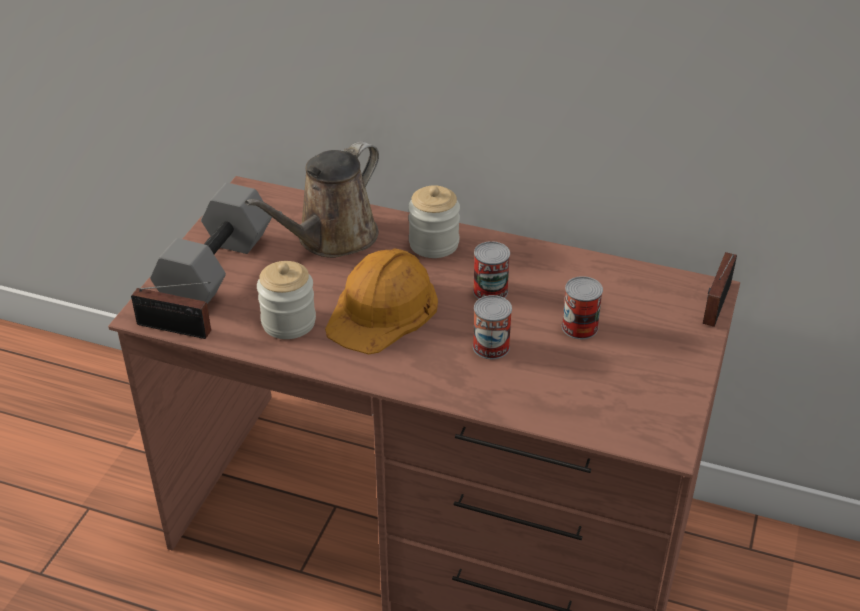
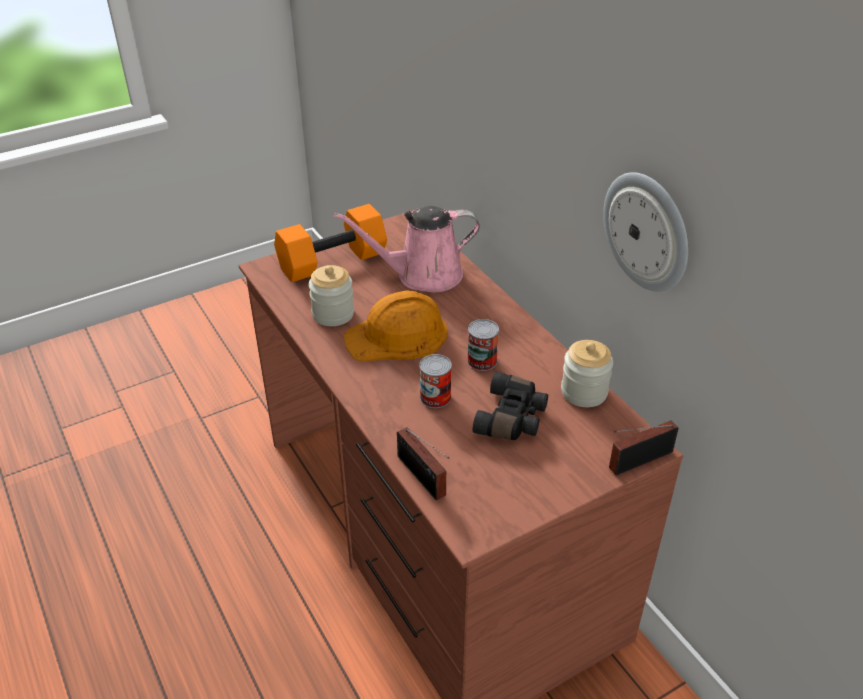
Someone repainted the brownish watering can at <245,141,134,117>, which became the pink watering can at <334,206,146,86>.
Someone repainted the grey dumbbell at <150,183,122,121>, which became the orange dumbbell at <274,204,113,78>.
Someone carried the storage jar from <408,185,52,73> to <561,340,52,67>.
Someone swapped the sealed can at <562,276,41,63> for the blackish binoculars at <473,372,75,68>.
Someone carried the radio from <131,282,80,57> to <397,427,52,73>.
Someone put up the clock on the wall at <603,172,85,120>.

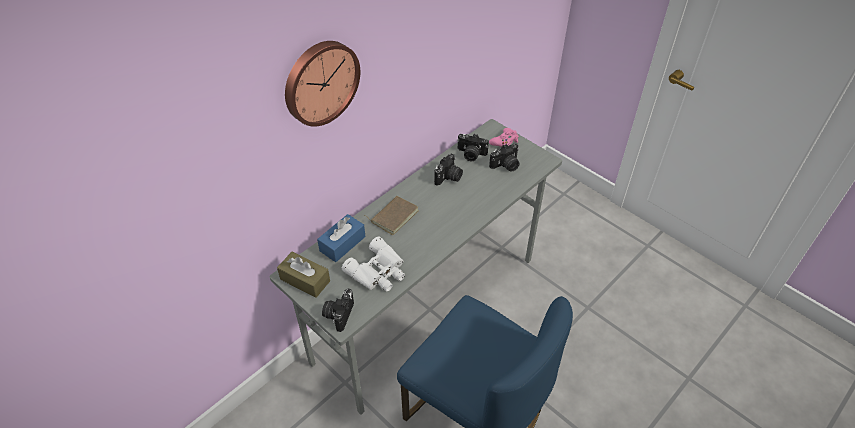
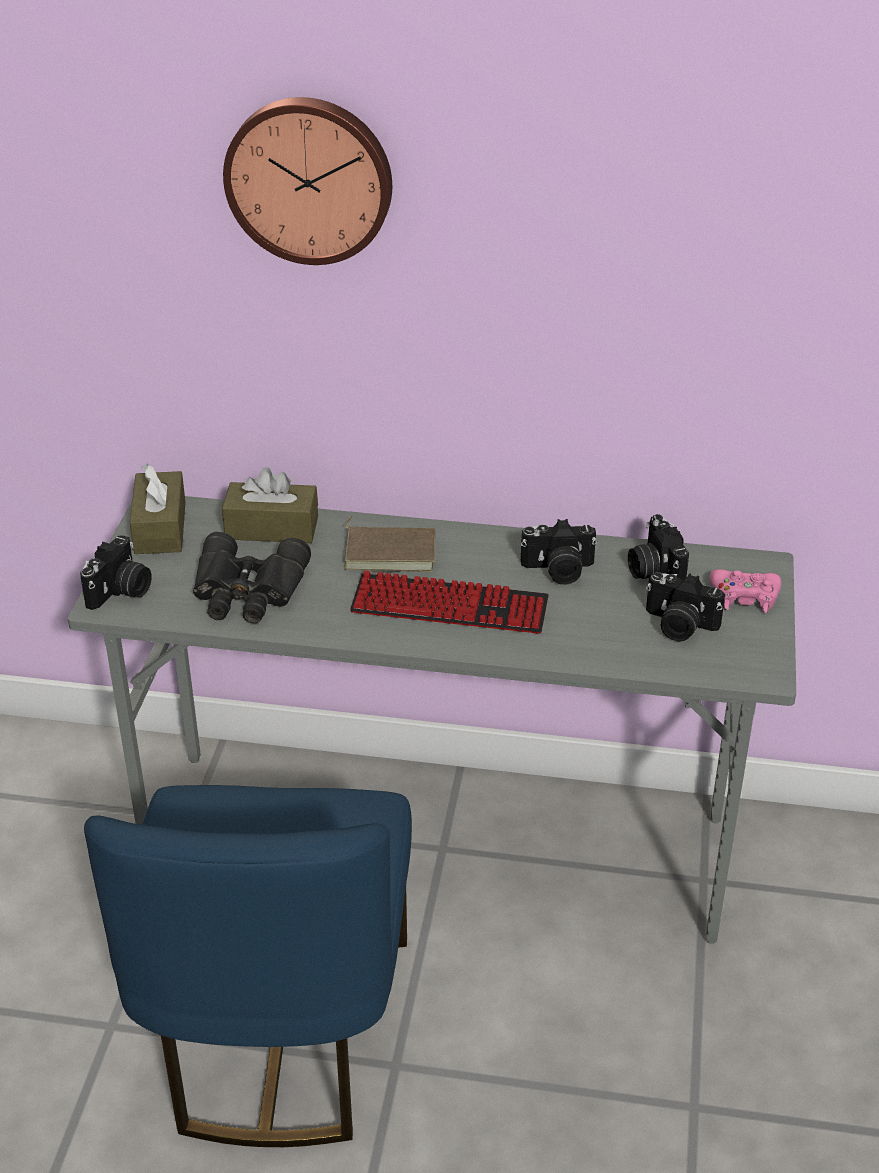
Someone repainted the blue-coloured tissue box at <317,214,48,48>, which became the brownish tissue box at <222,467,96,76>.
Someone repainted the whitish binoculars at <342,236,63,56>, which became the blackish binoculars at <193,532,118,91>.
Someone rotated the photo camera at <322,289,32,43> by 135 degrees clockwise.
Someone put down the computer keyboard at <350,571,199,63>.

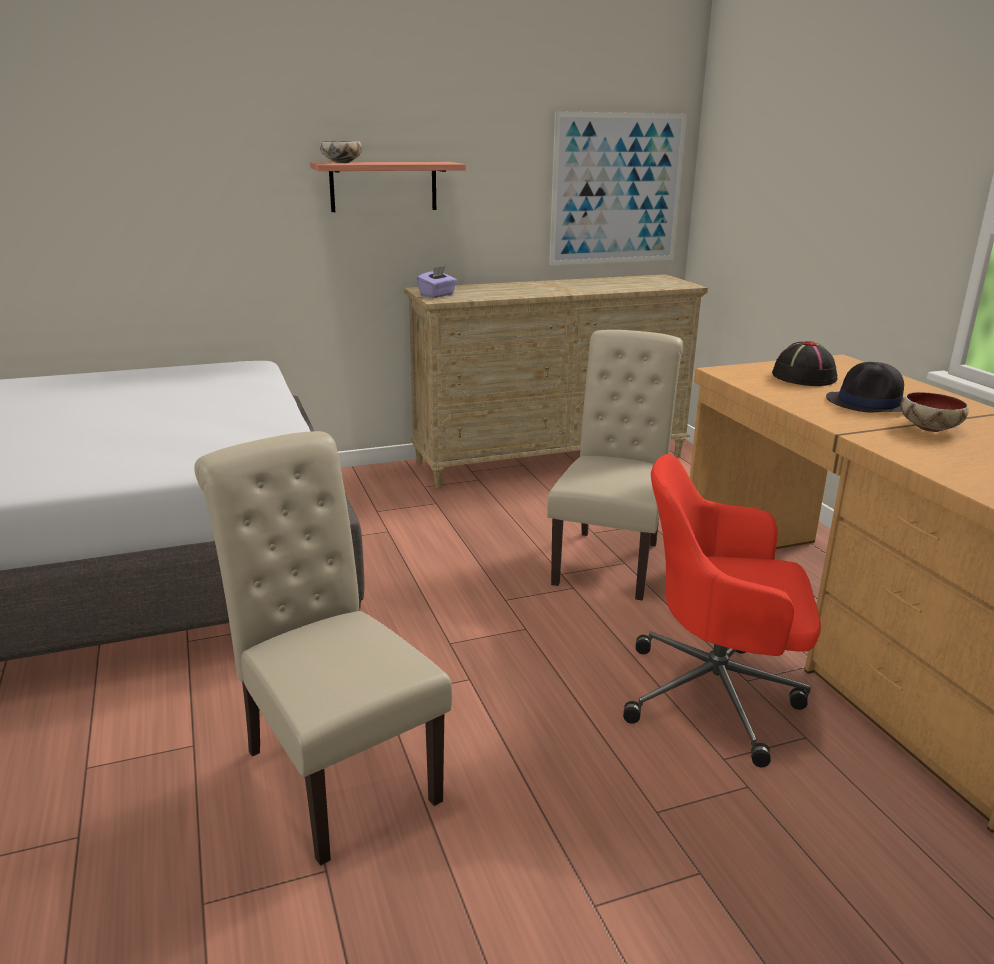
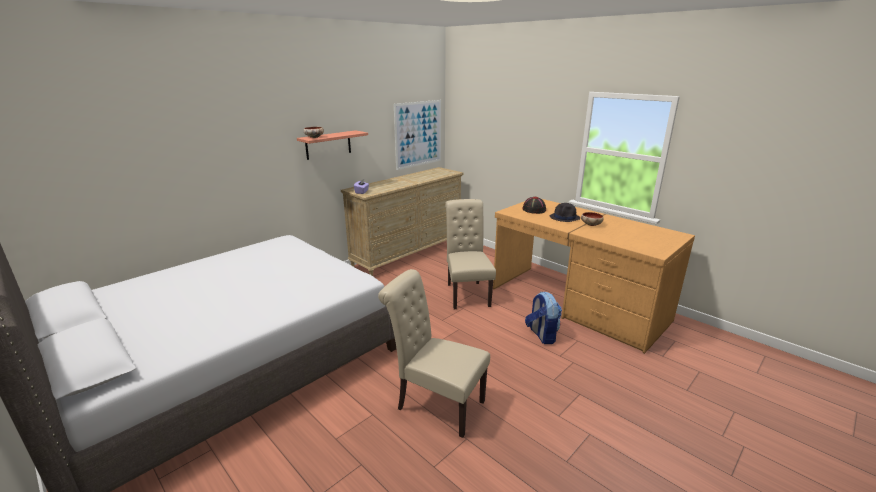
Someone swapped the red-coloured desk chair at <623,454,198,313> for the backpack at <525,292,37,52>.

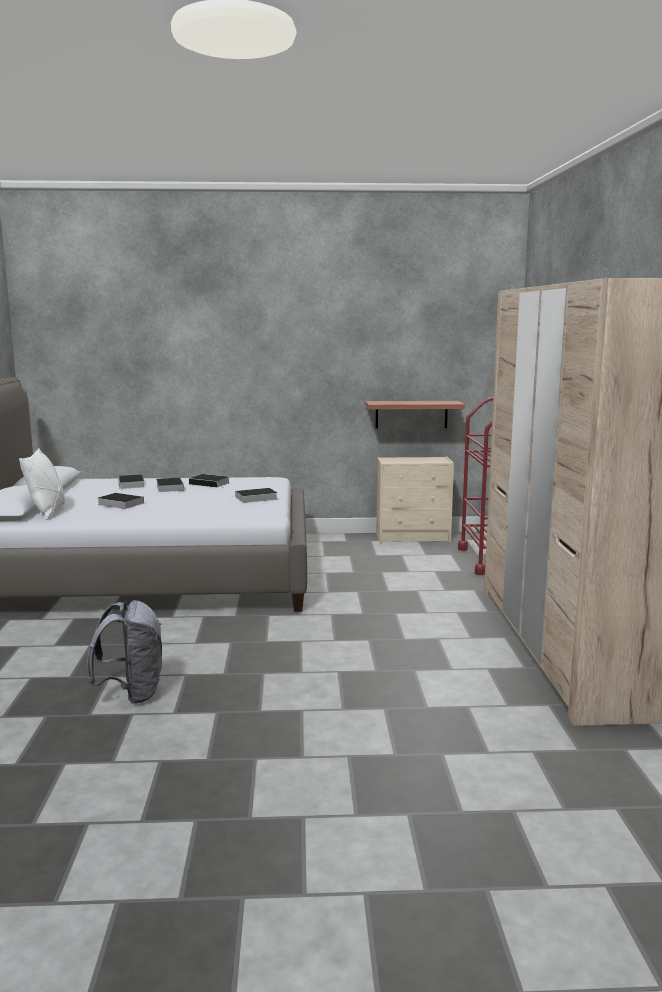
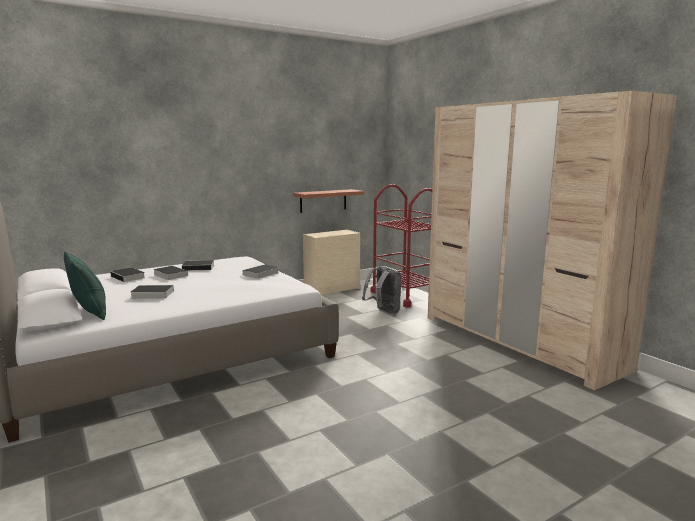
Someone repainted the whitish cushion at <19,448,46,72>, which became the green cushion at <64,251,42,69>.
Someone carried the grey backpack from <87,600,75,104> to <362,266,40,48>.

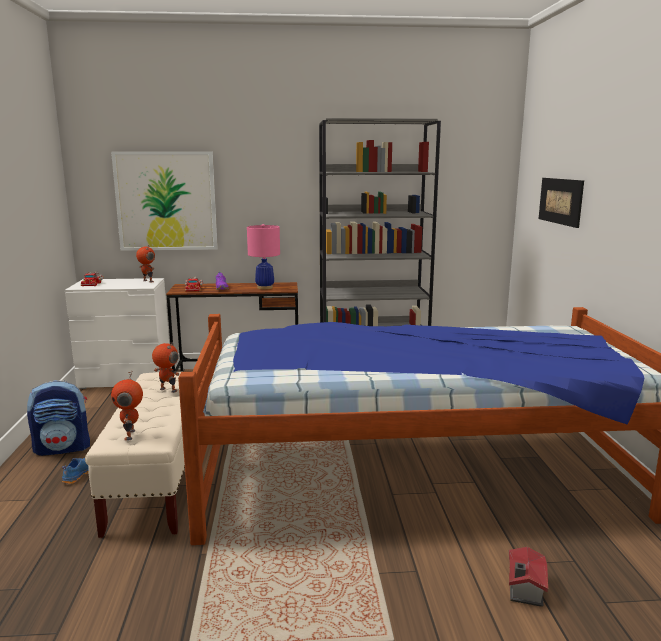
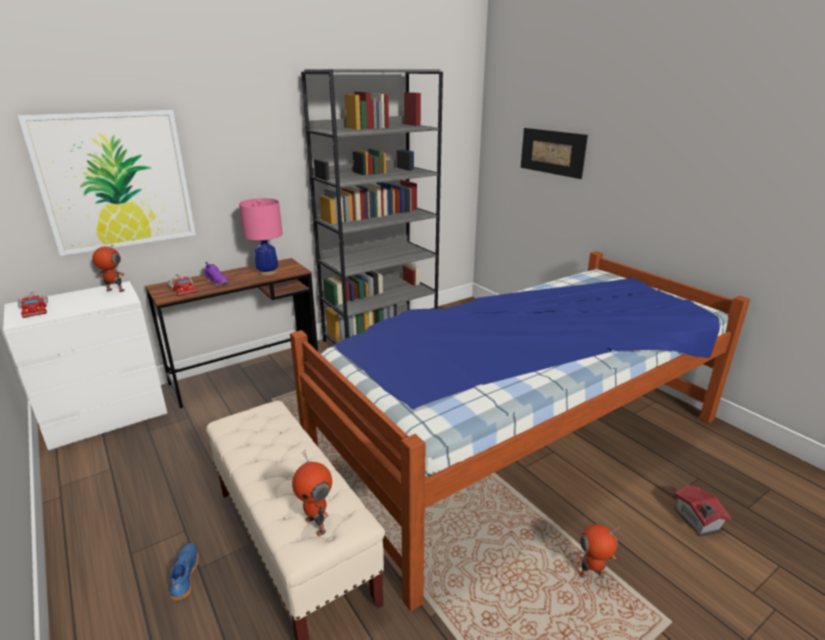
Someone carried the model robot from <152,343,27,50> to <575,524,46,54>.
Someone took away the backpack at <27,380,63,76>.

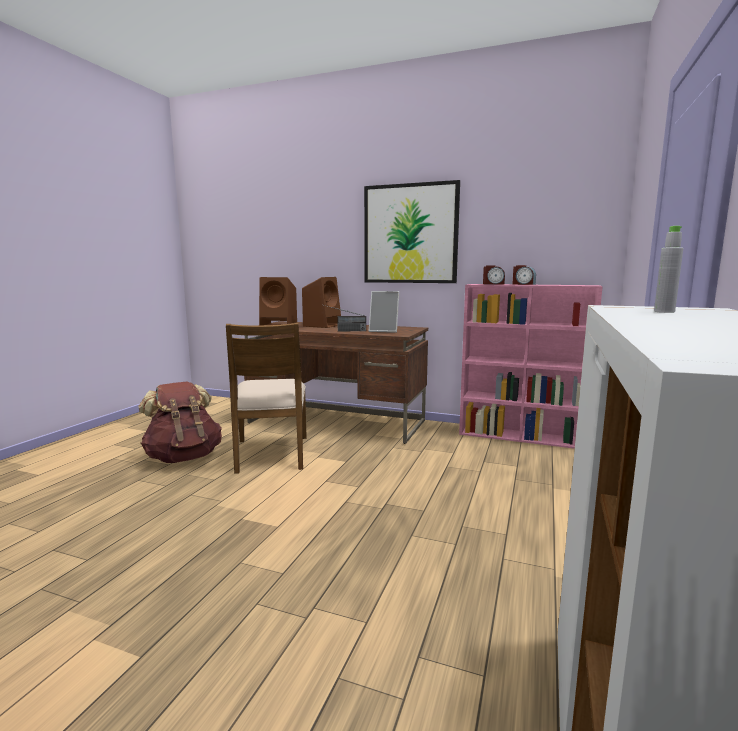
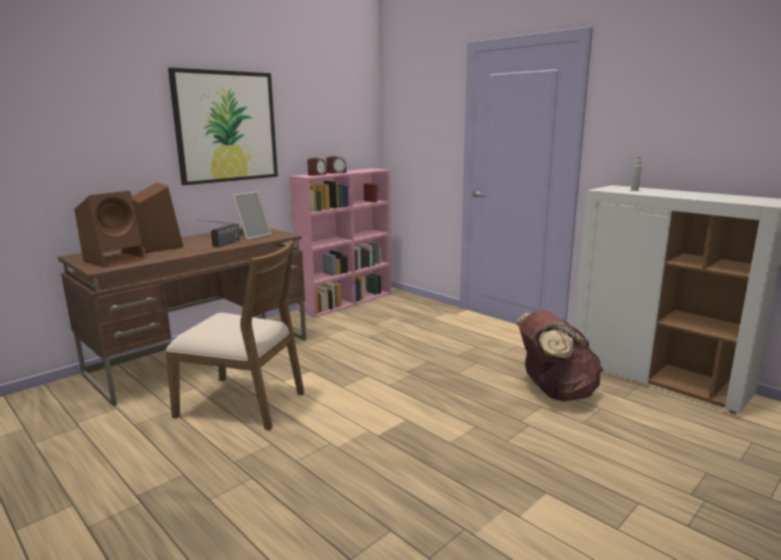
Someone carried the brownish backpack from <139,382,83,81> to <516,310,87,92>.

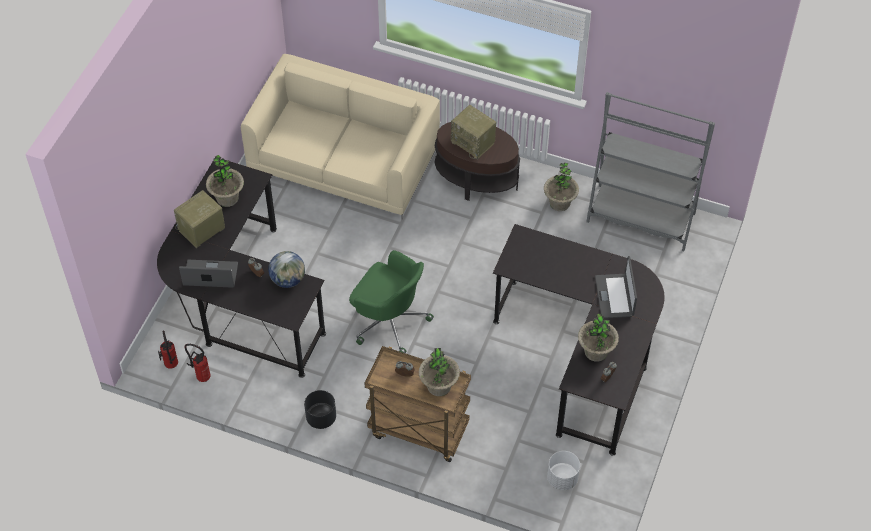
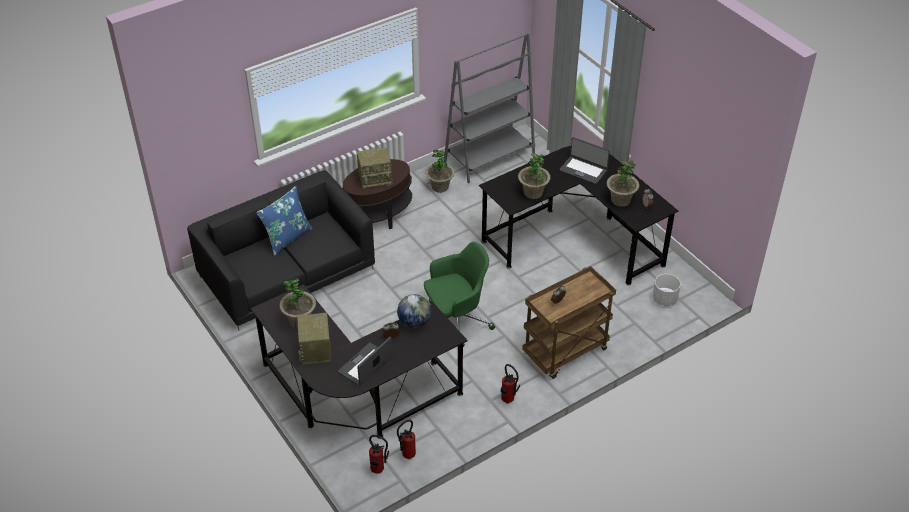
Someone repainted the sand-coloured couch at <241,54,199,165>, which became the blackish couch at <187,170,188,161>.
Someone carried the potted plant from <419,348,41,48> to <518,152,33,47>.
Someone swapped the blackish planter at <304,390,32,39> for the extinguisher at <501,364,19,39>.
Someone put down the blue-coloured cushion at <256,186,57,70>.

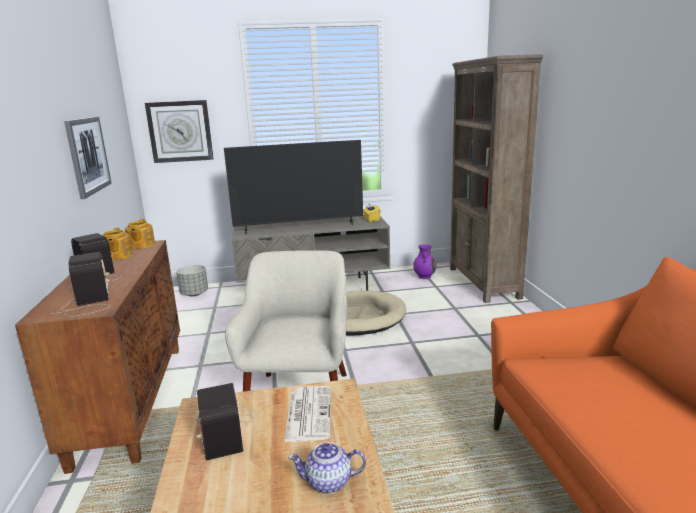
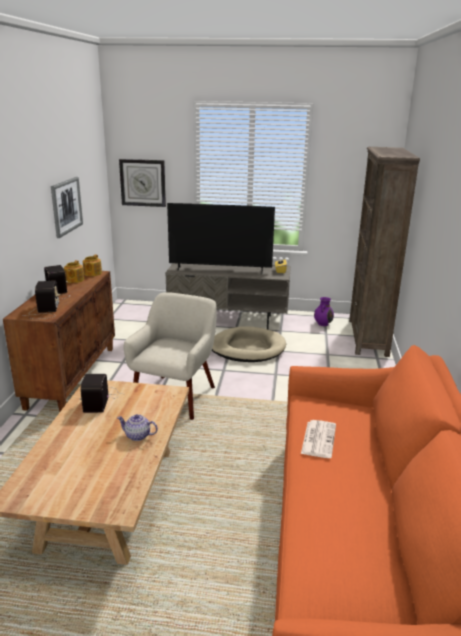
Someone took away the grey planter at <176,265,32,31>.
Someone carried the newspaper from <284,386,47,56> to <301,420,35,38>.

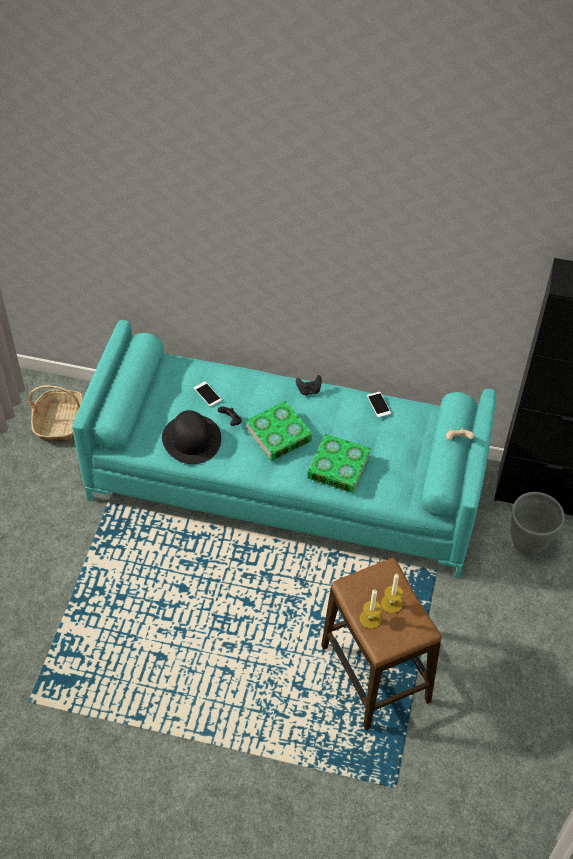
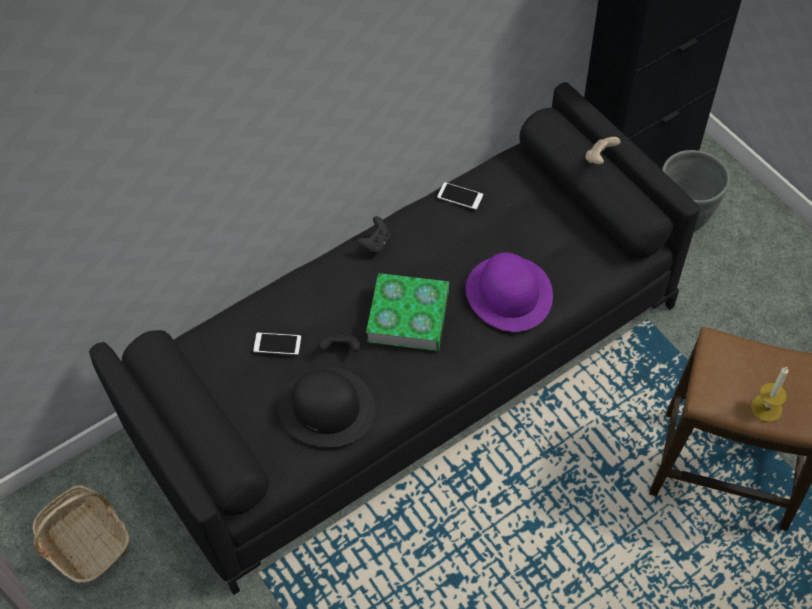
Someone repainted the blue-green couch at <72,320,424,259>, which became the blackish couch at <89,82,611,513>.
Someone swapped the bound book at <307,434,64,60> for the purplish wearable hat at <465,252,88,80>.
Someone took away the wax light at <381,574,22,39>.

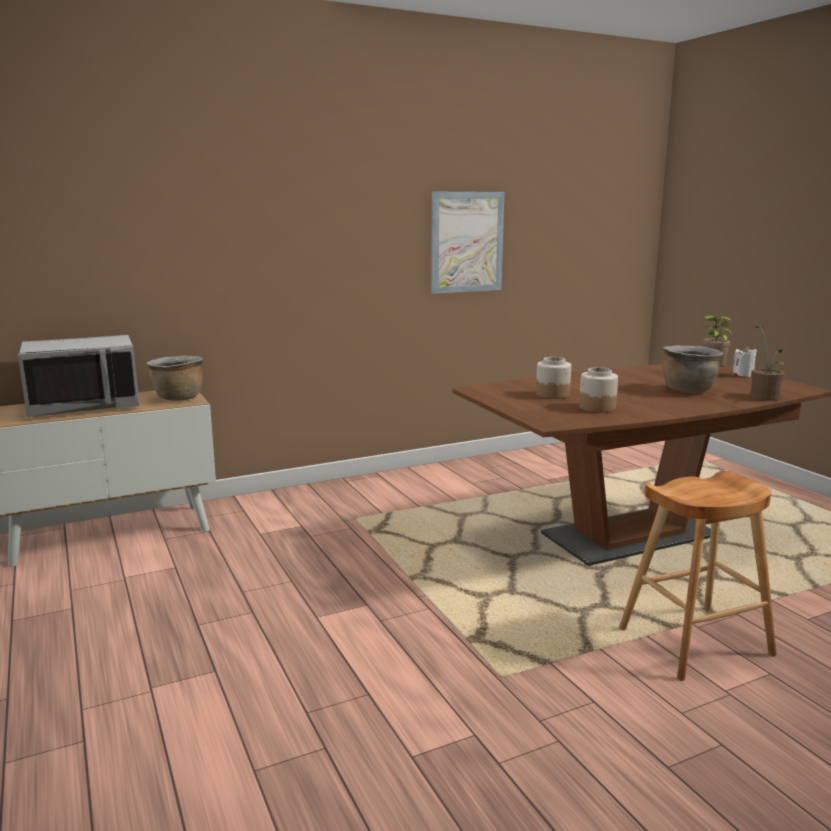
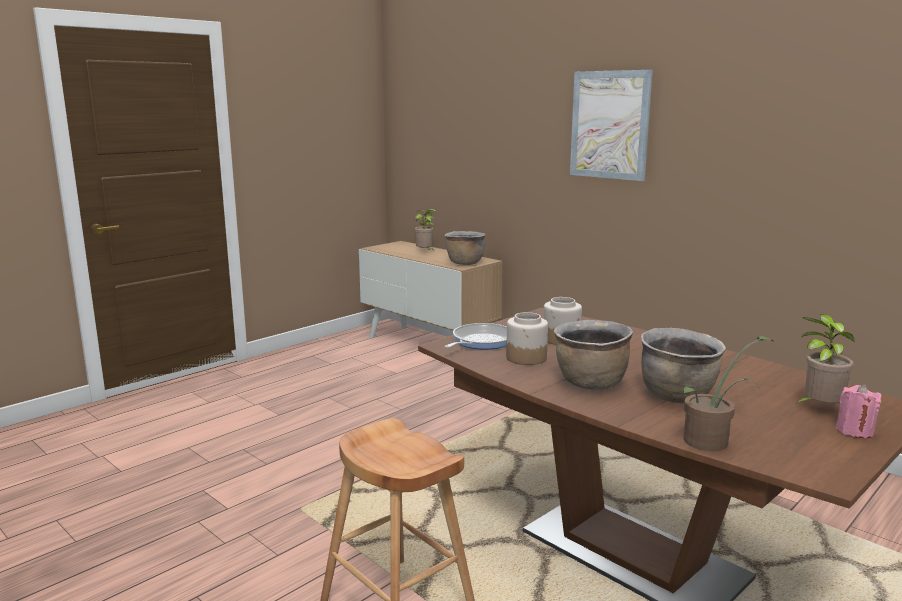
Someone carried the picture from <431,192,73,102> to <570,70,83,111>.
Someone swapped the grey microwave at <18,335,122,82> for the potted plant at <415,209,21,41>.
Someone repainted the whitish wax light at <732,346,25,31>, which became the pink wax light at <836,385,46,53>.
Someone put down the brownish stockpot at <554,320,79,70>.
Someone put down the pan at <444,323,63,27>.

